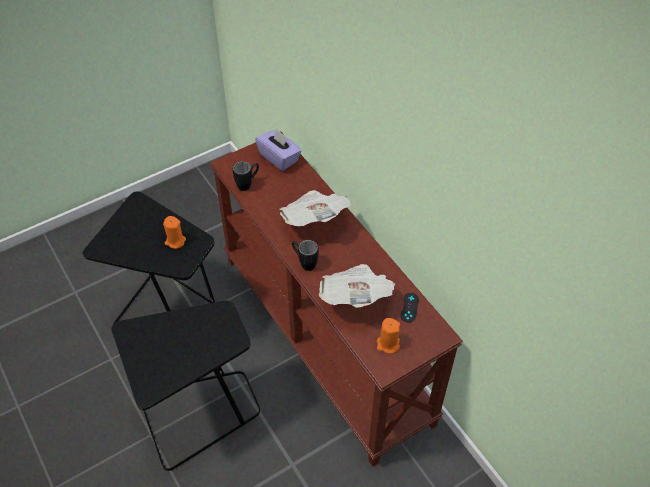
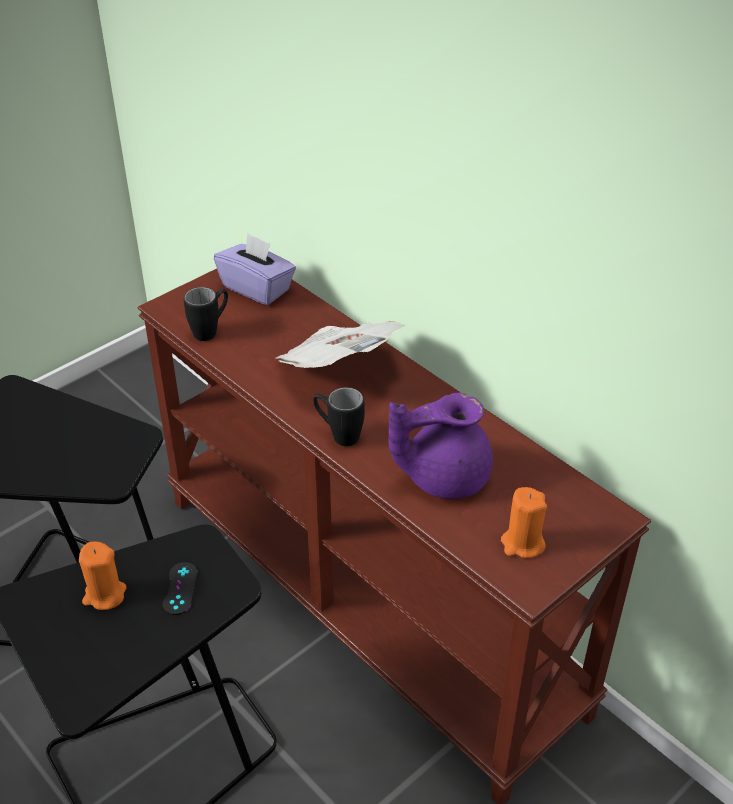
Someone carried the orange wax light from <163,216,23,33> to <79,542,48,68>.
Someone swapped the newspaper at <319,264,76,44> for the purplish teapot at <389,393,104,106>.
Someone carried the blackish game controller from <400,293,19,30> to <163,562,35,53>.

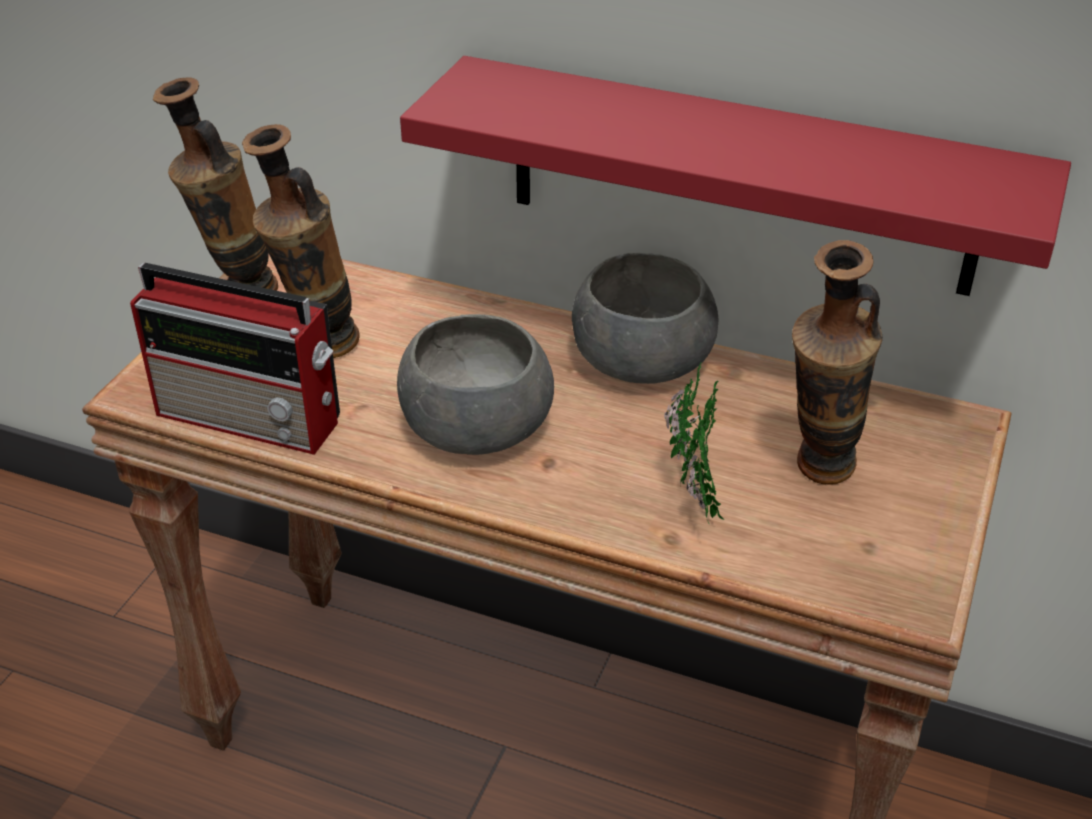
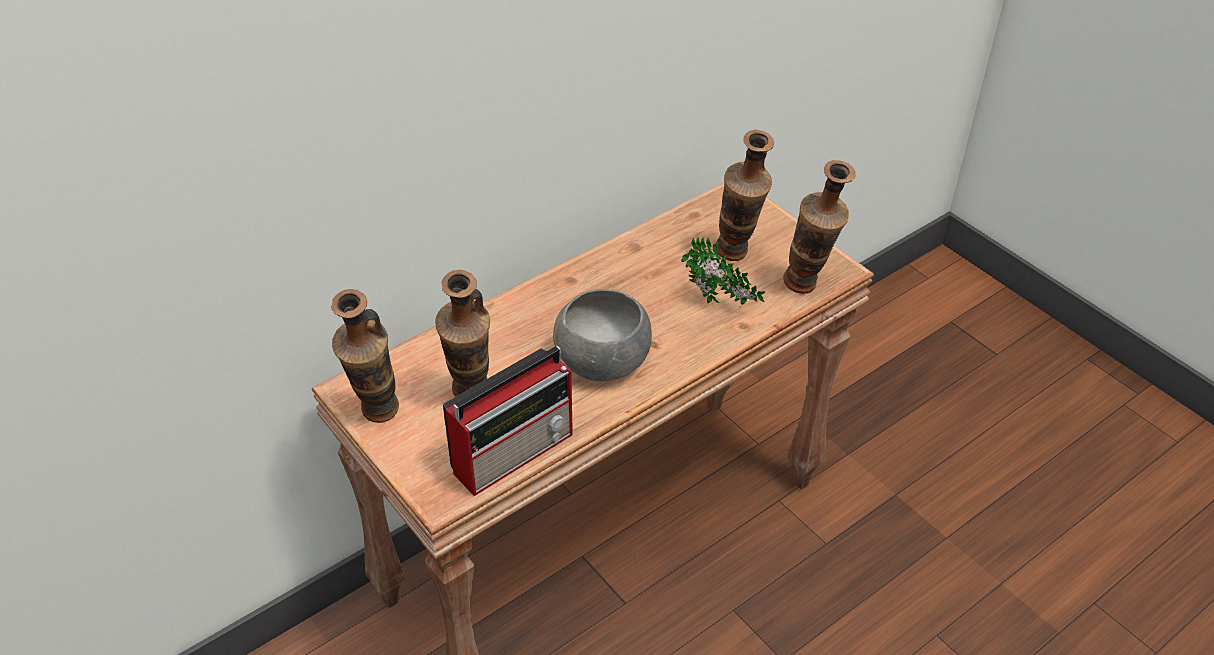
Someone took away the red-coloured bracket shelf at <400,56,671,240>.
Someone took away the grey serving bowl at <572,253,147,131>.
Someone put down the vase at <783,160,73,134>.

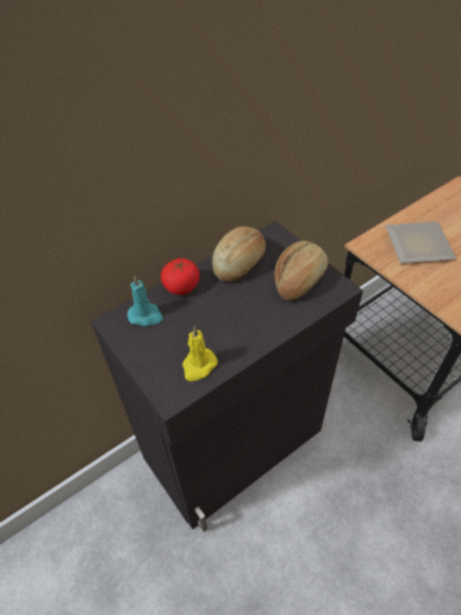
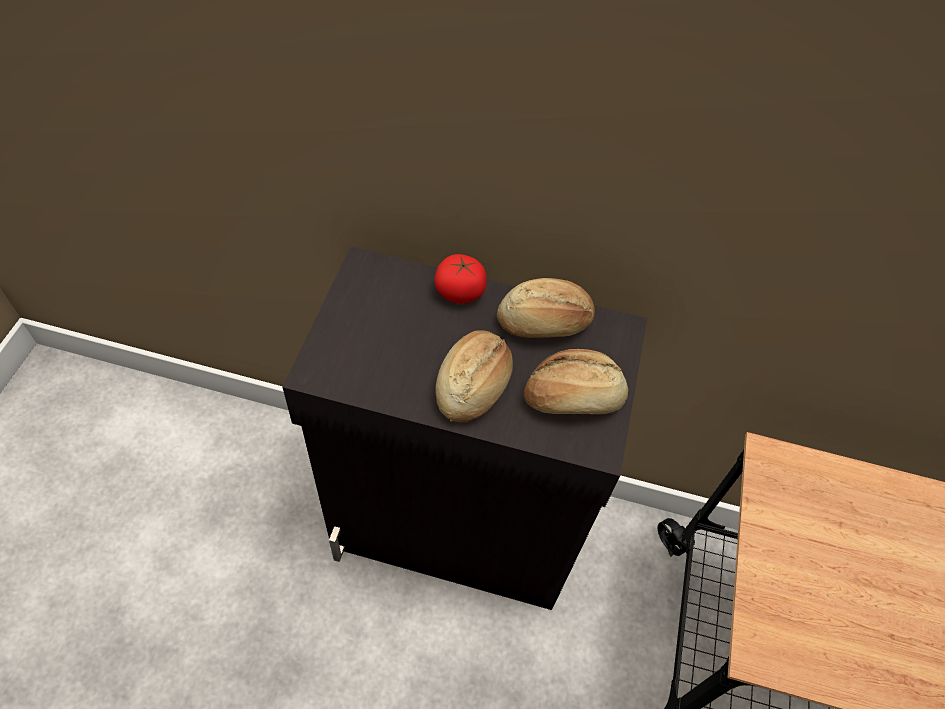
Someone took away the flat dish at <385,222,71,41>.
Someone took away the blue-green wax light at <127,275,36,52>.
Someone took away the yellow wax light at <182,326,36,55>.
Someone put down the baked bread at <436,330,77,92>.

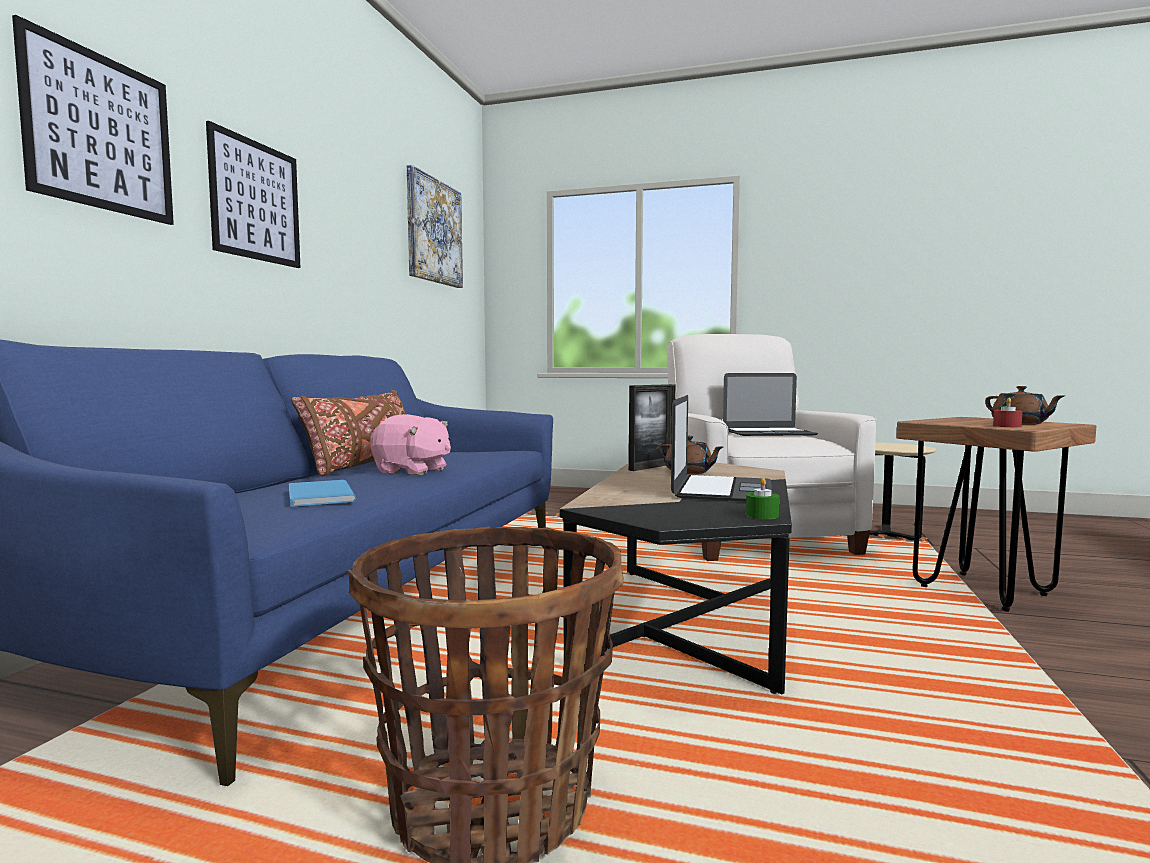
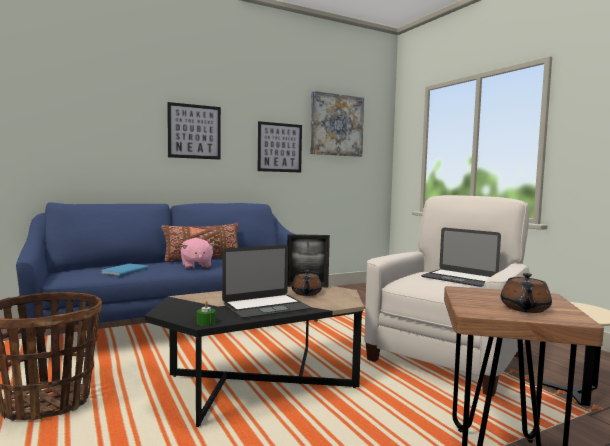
Someone carried the picture from <12,15,162,210> to <258,121,44,51>.
Someone took away the red-coloured wax light at <993,398,30,29>.

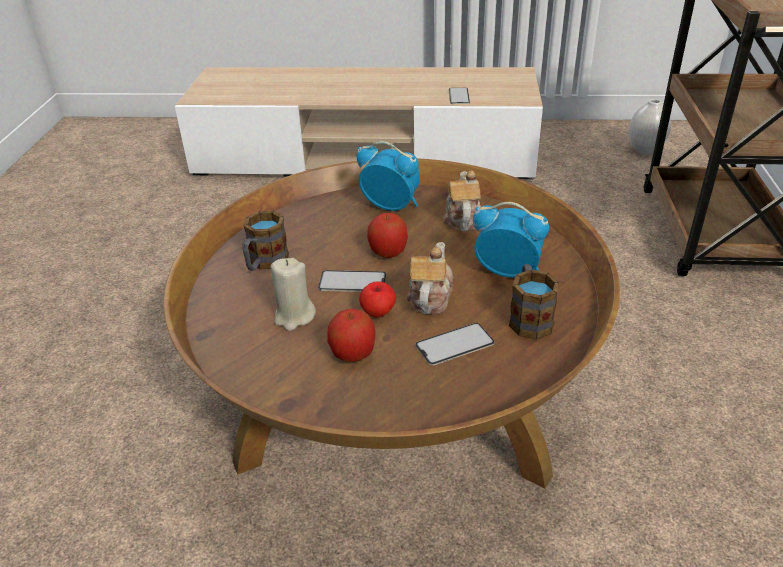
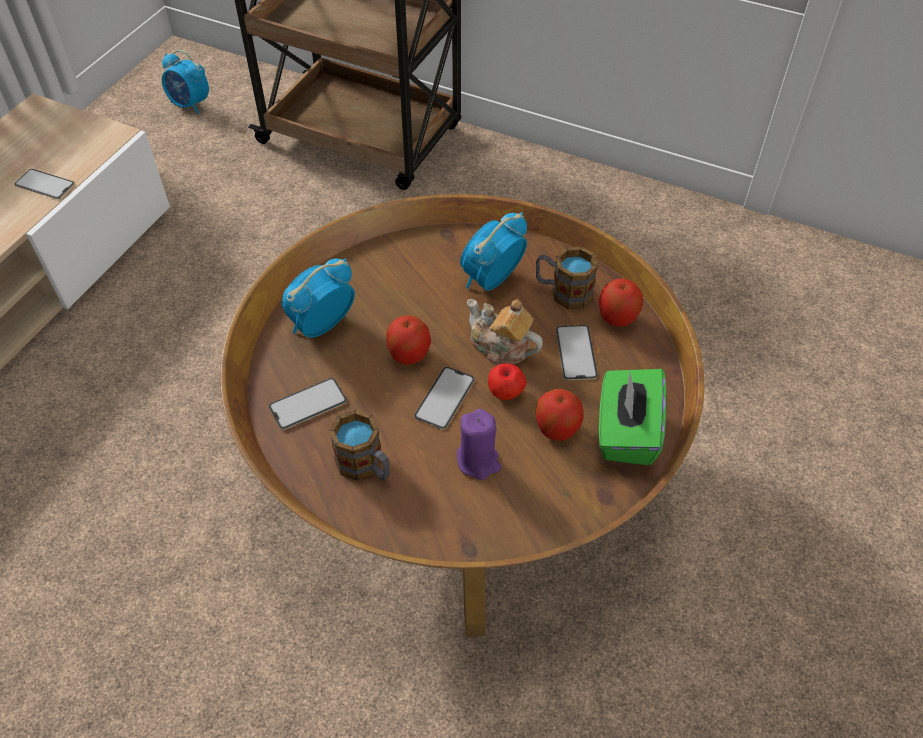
Someone swapped the whitish vase at <629,99,42,56> for the bedside clock at <162,50,47,64>.
Someone took away the teapot at <443,170,38,61>.
Someone repainted the sand-coloured wax light at <271,258,45,73>, which became the purplish wax light at <457,409,44,71>.
Someone put down the whole apple at <598,279,45,48>.
Someone put down the green tissue box at <599,369,67,96>.
Someone put down the telephone at <269,378,78,52>.

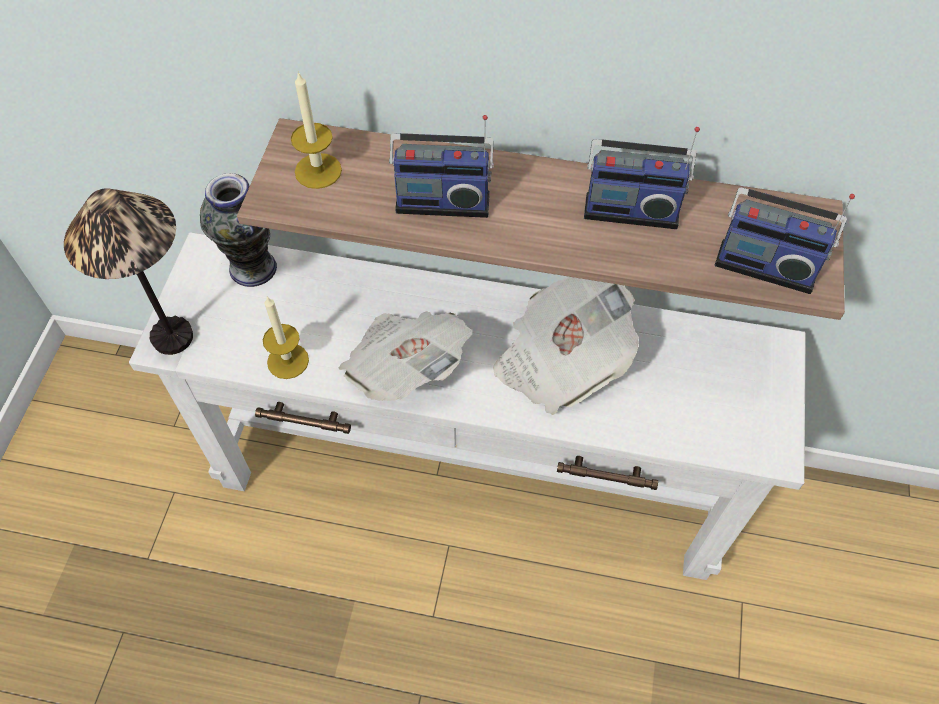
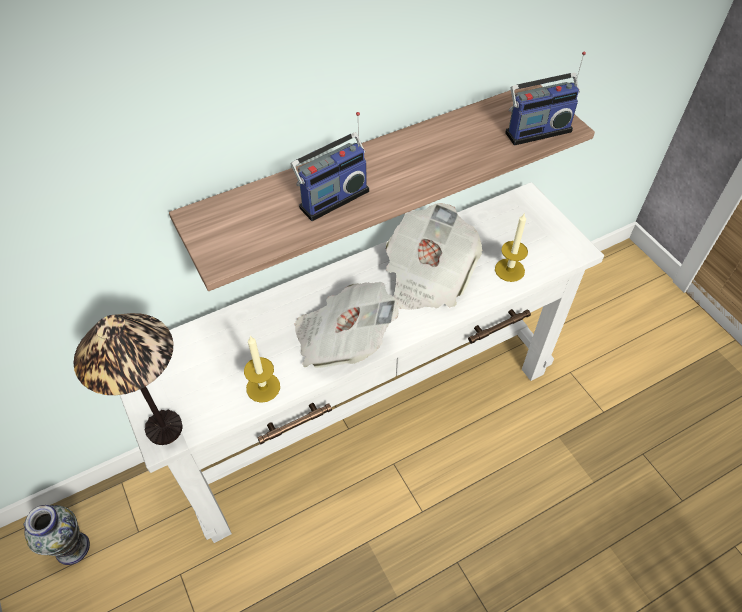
Someone carried the wax light from <291,71,51,118> to <495,214,33,68>.
Someone took away the radio at <584,127,116,102>.
Someone carried the vase from <200,173,77,114> to <23,505,67,60>.

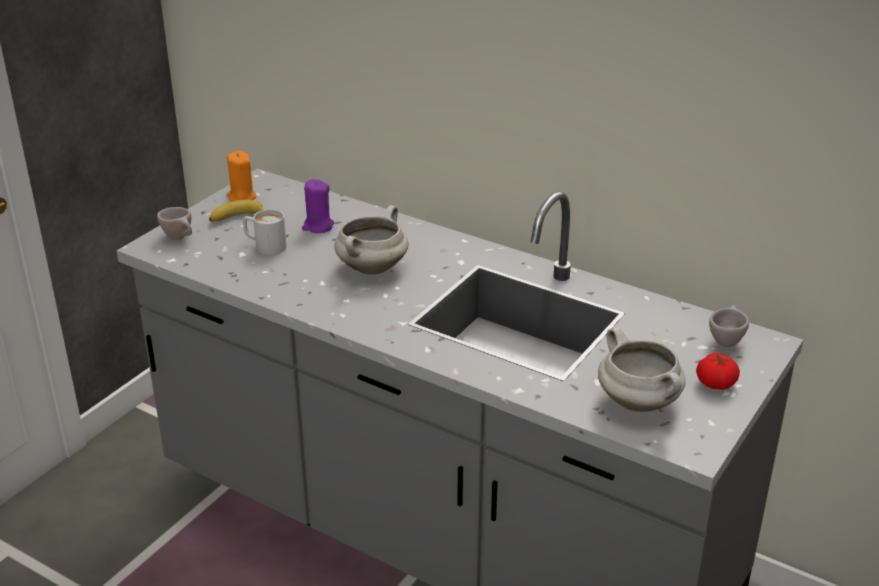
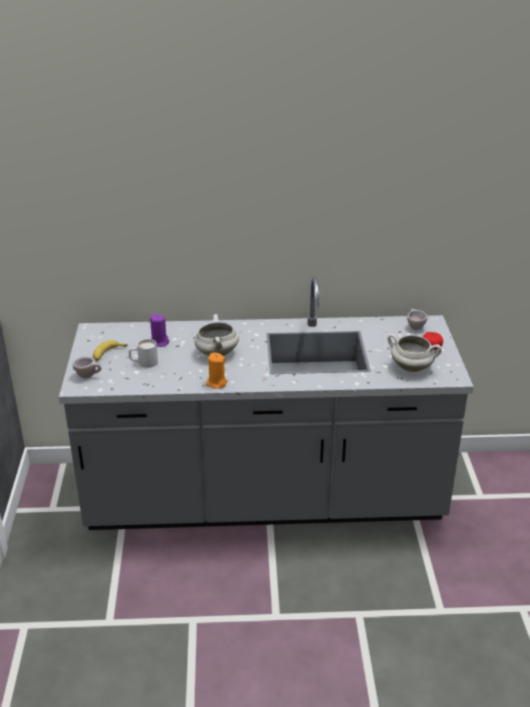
Someone carried the orange wax light from <226,151,30,51> to <206,352,22,37>.

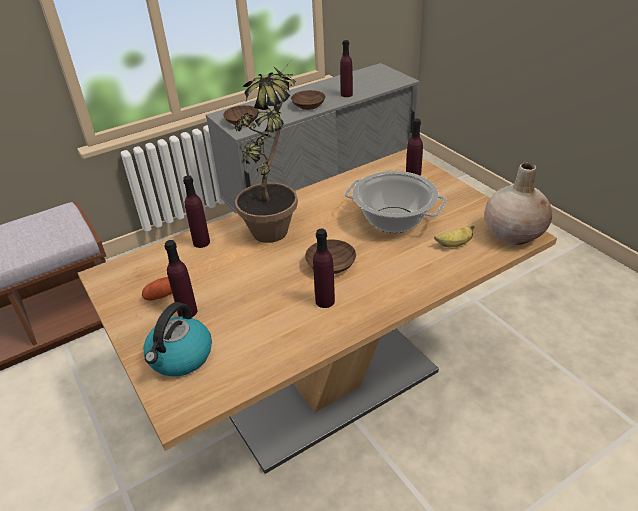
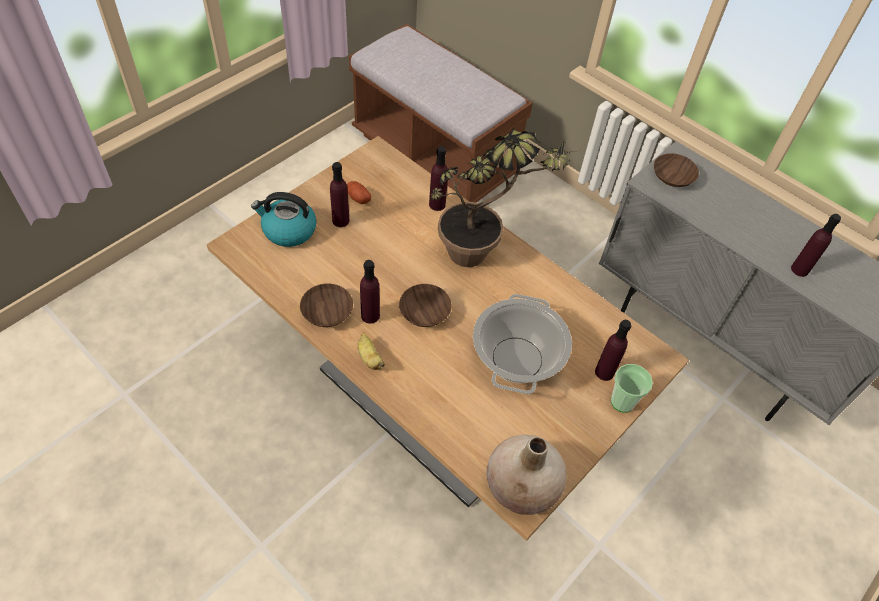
Someone carried the brownish serving bowl from <291,90,34,20> to <300,284,53,43>.
Someone carried the banana from <434,225,40,22> to <357,332,28,38>.
Someone put down the cup at <611,364,42,49>.

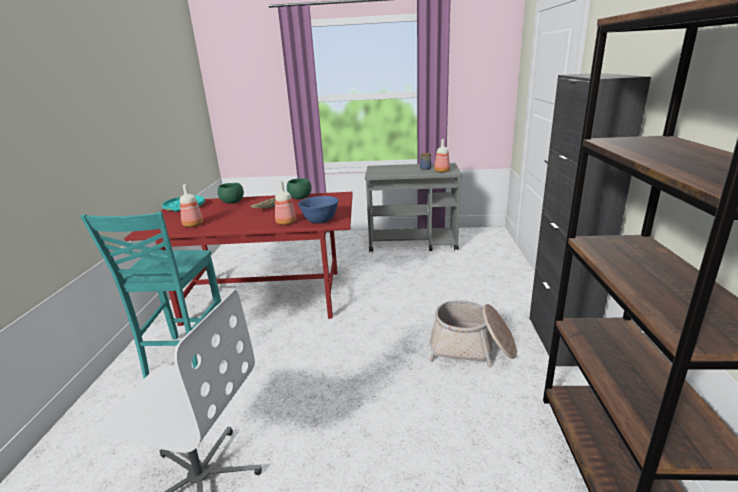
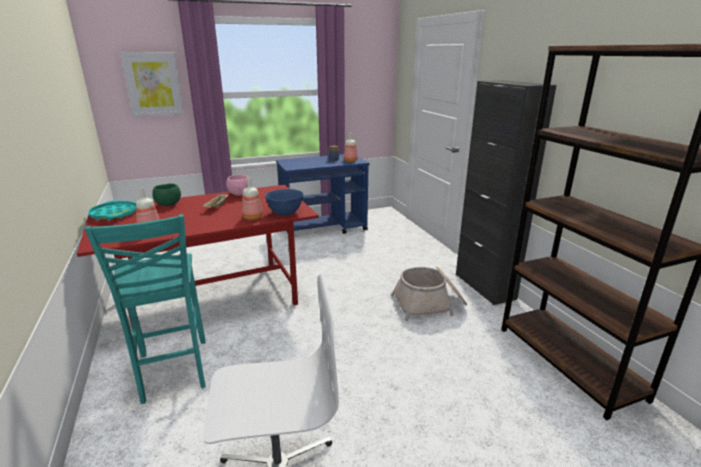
Someone repainted the grey trolley at <365,163,97,89>, which became the blue-coloured trolley at <276,154,93,80>.
Someone repainted the green serving bowl at <287,178,25,21>, which became the pink serving bowl at <226,175,23,21>.
Someone put up the picture at <120,53,64,64>.

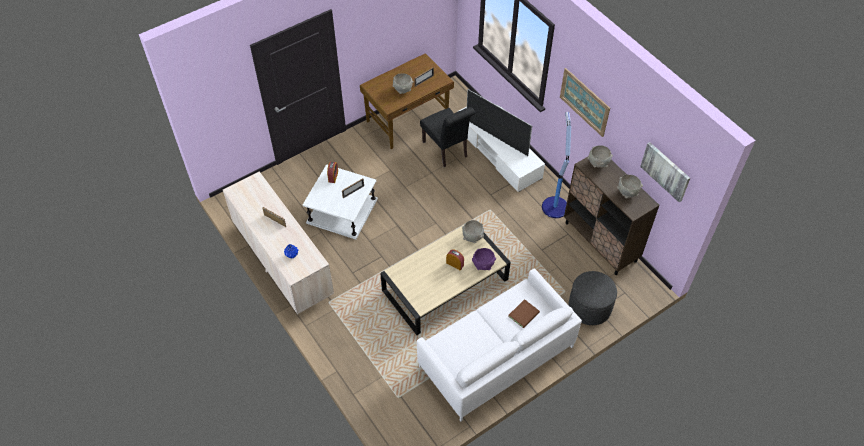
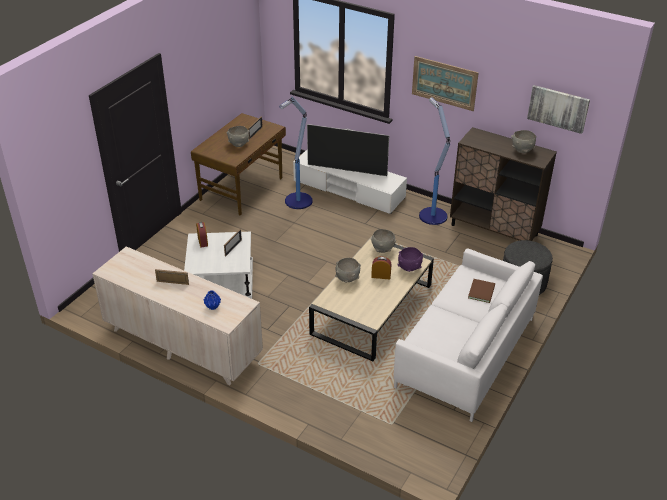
Someone swapped the blackish chair at <420,107,55,60> for the floor lamp at <279,97,34,112>.
Someone carried the grey serving bowl from <587,145,26,23> to <335,258,26,25>.

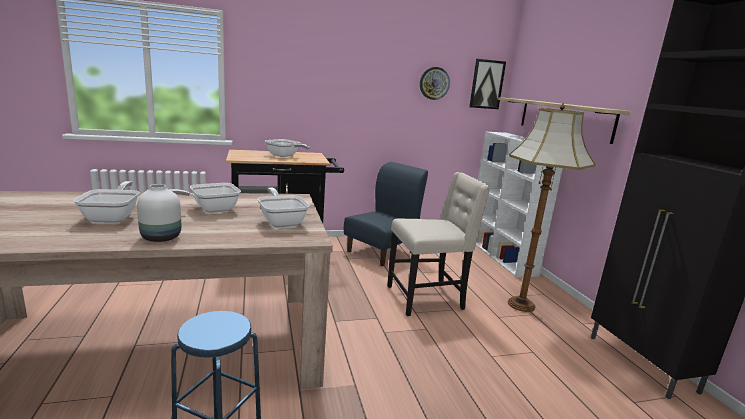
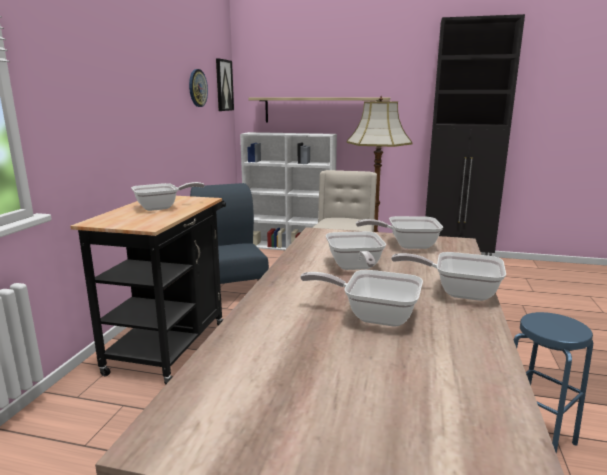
Someone swapped the whitish vase at <137,184,44,58> for the pan at <391,252,115,49>.

